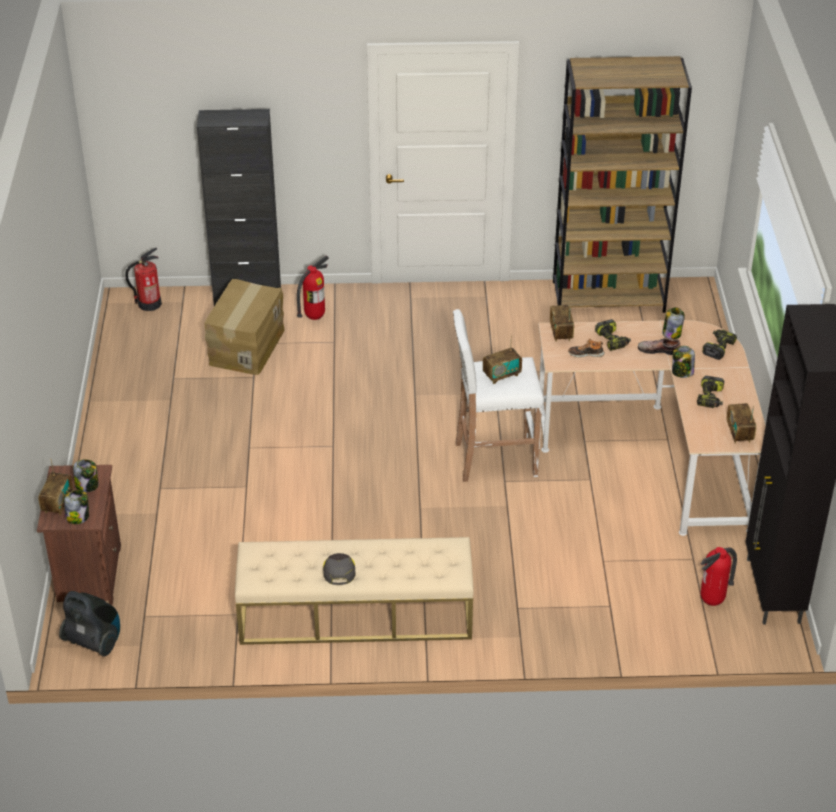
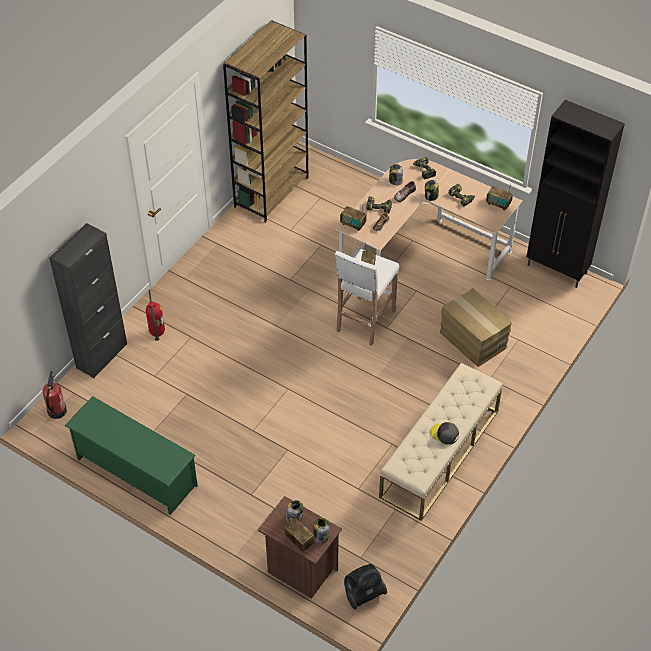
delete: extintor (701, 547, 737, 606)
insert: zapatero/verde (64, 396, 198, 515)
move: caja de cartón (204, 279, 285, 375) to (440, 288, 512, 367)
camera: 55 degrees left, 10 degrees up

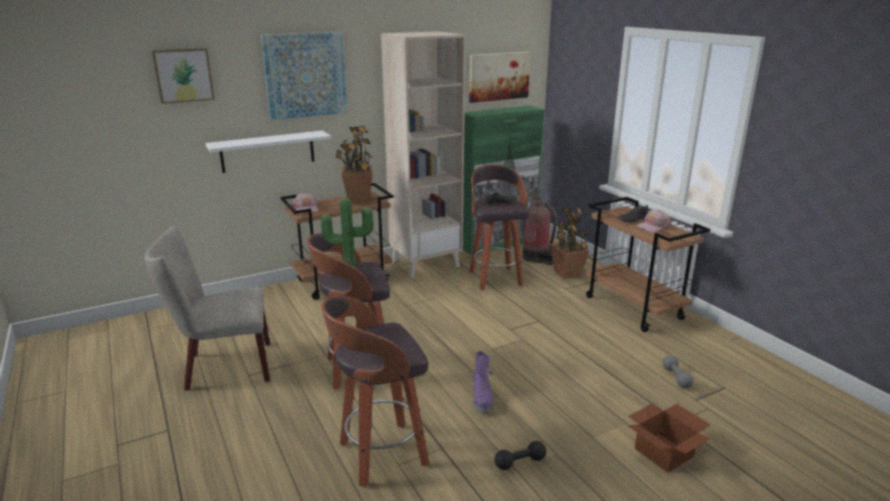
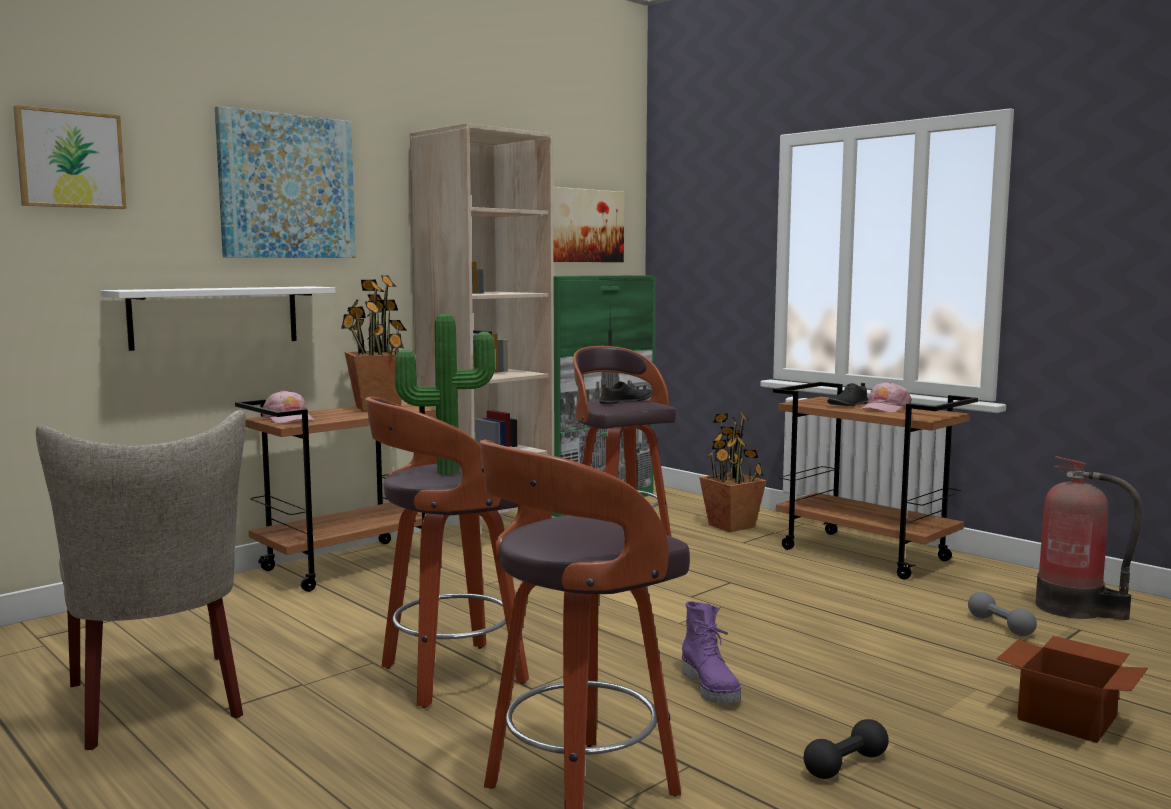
move: extintor (522, 193, 557, 265) to (1035, 456, 1142, 620)
rotate: silla/beis (145, 225, 270, 391) = (36, 410, 246, 750) 90 degrees counterclockwise
camera: 15 degrees left, 15 degrees down

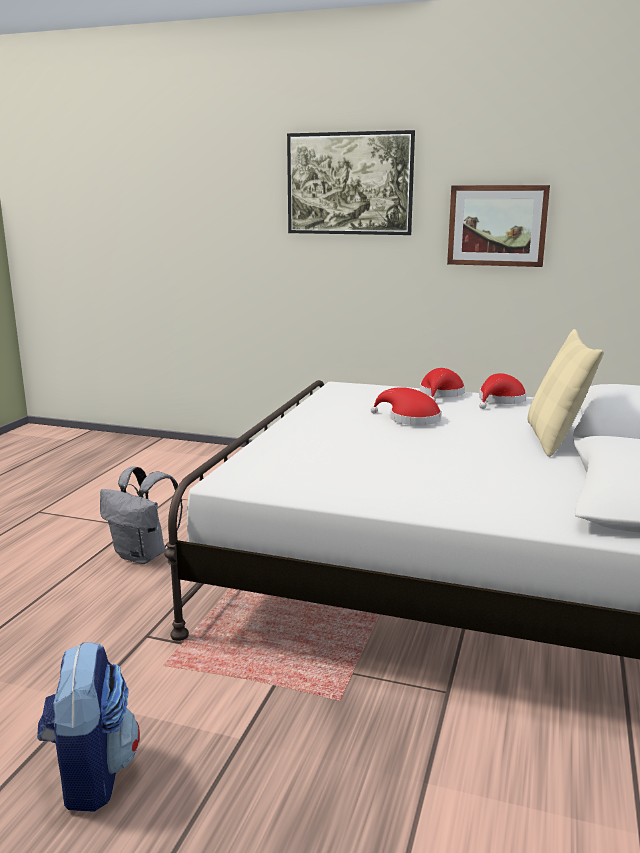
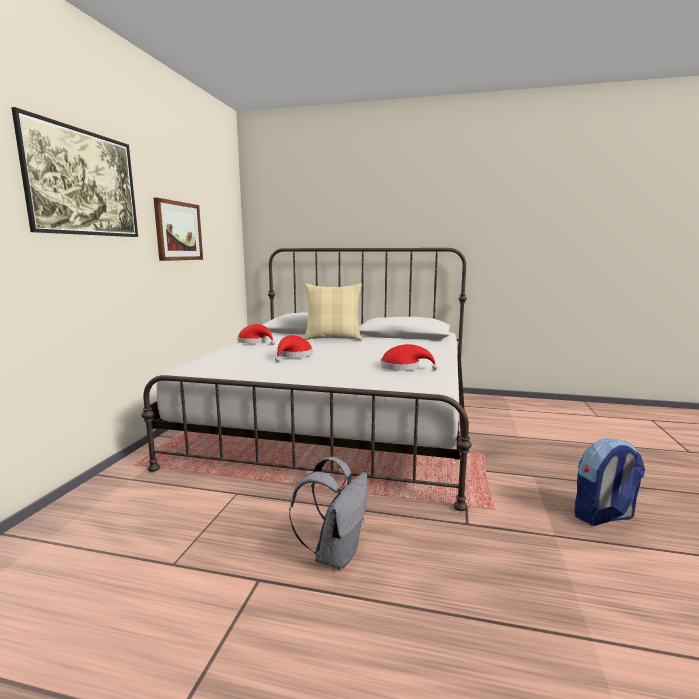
move: sombrero/rojo (420, 368, 465, 402) to (381, 344, 438, 371)
camera: 95 degrees left, 5 degrees down

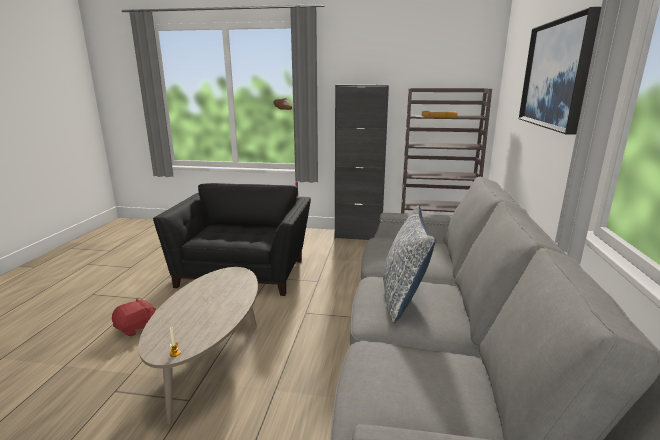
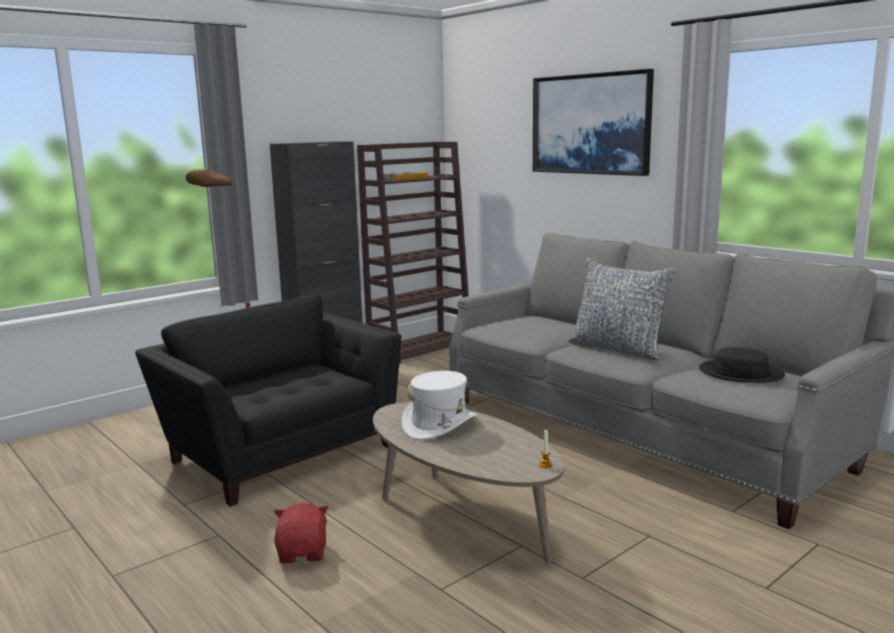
insert: sombrero/blanco (401, 371, 478, 440); sombrero/negro (699, 347, 785, 383)
camera: 50 degrees left, 5 degrees down

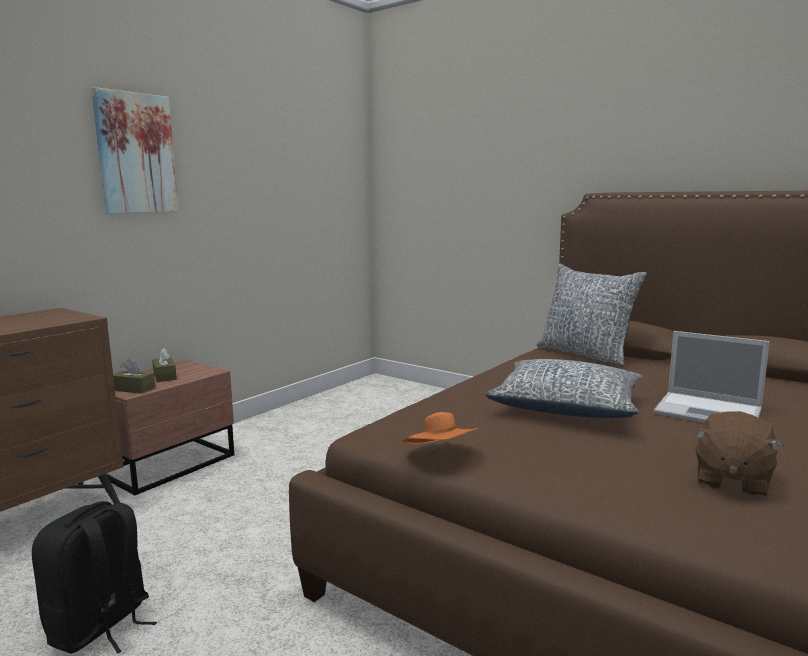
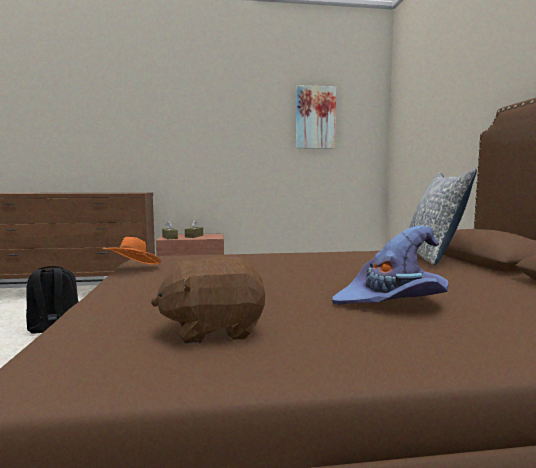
delete: cojín (486, 359, 643, 418)
move: cuadro (91, 87, 178, 214) to (296, 85, 336, 149)
replace: portátil (653, 331, 770, 423) to sombrero/morado (332, 225, 448, 305)
camera: 45 degrees right, 5 degrees down

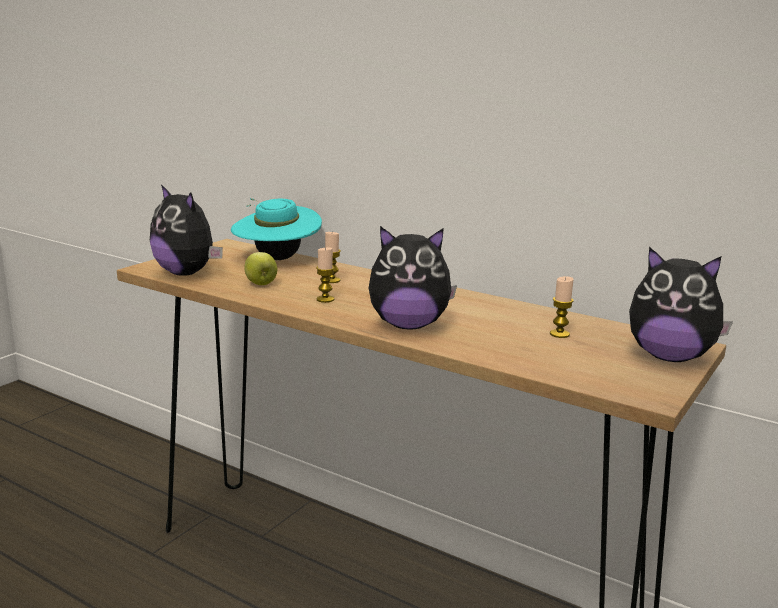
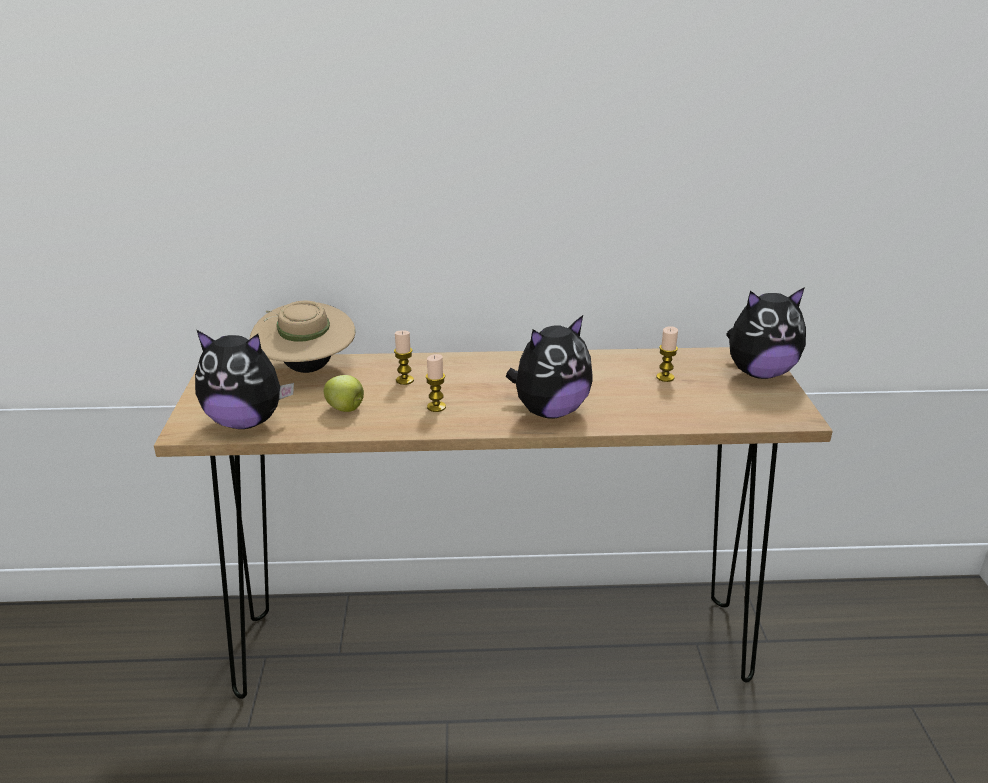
recolor: sombrero/turquesa (231, 198, 322, 260) to sombrero/beis (249, 301, 355, 373)
camera: 35 degrees left, 10 degrees up

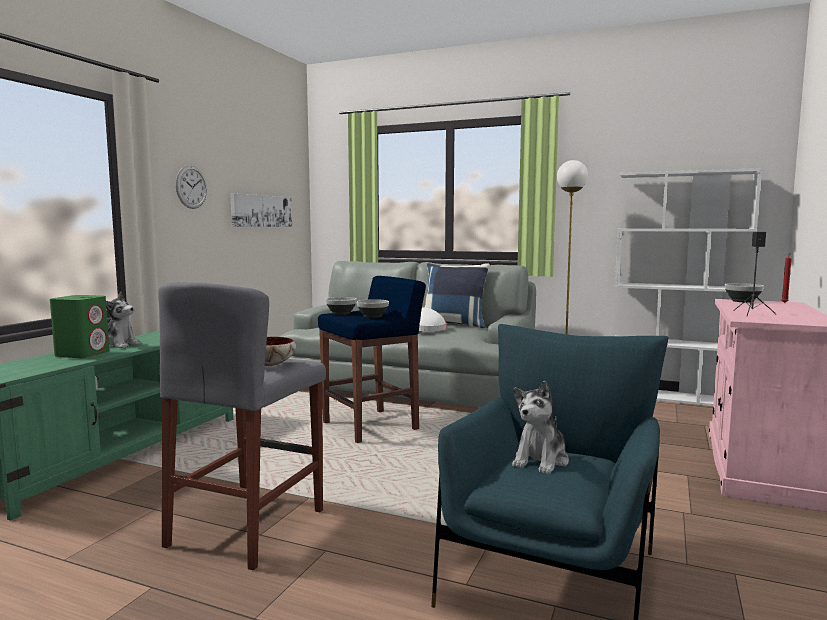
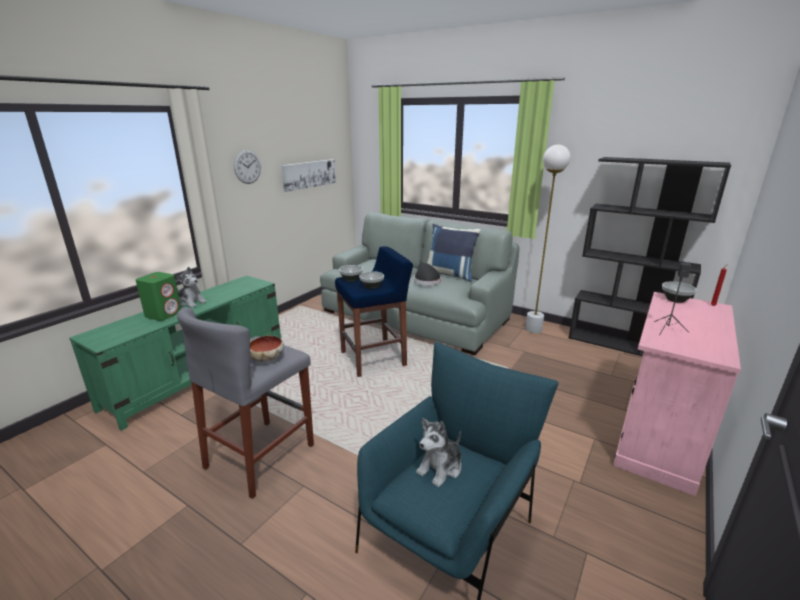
recolor: sombrero/blanco (419, 307, 447, 331) to sombrero/negro (414, 263, 441, 285); estantería/blanco (615, 168, 762, 406) to estantería/negro (568, 157, 731, 356)
camera: 10 degrees right, 15 degrees up

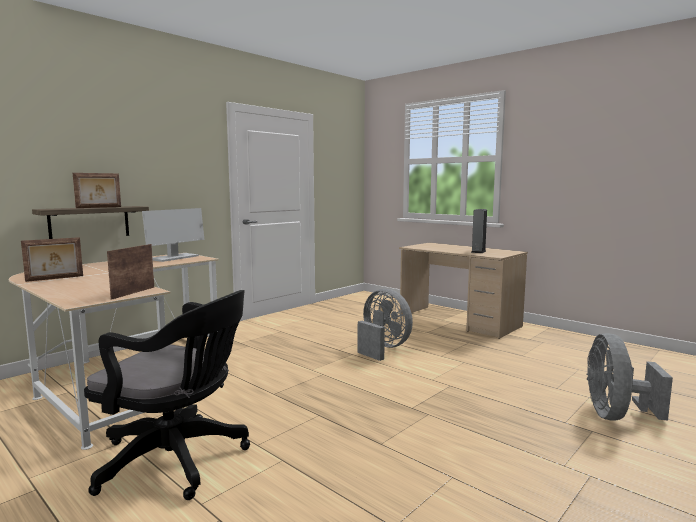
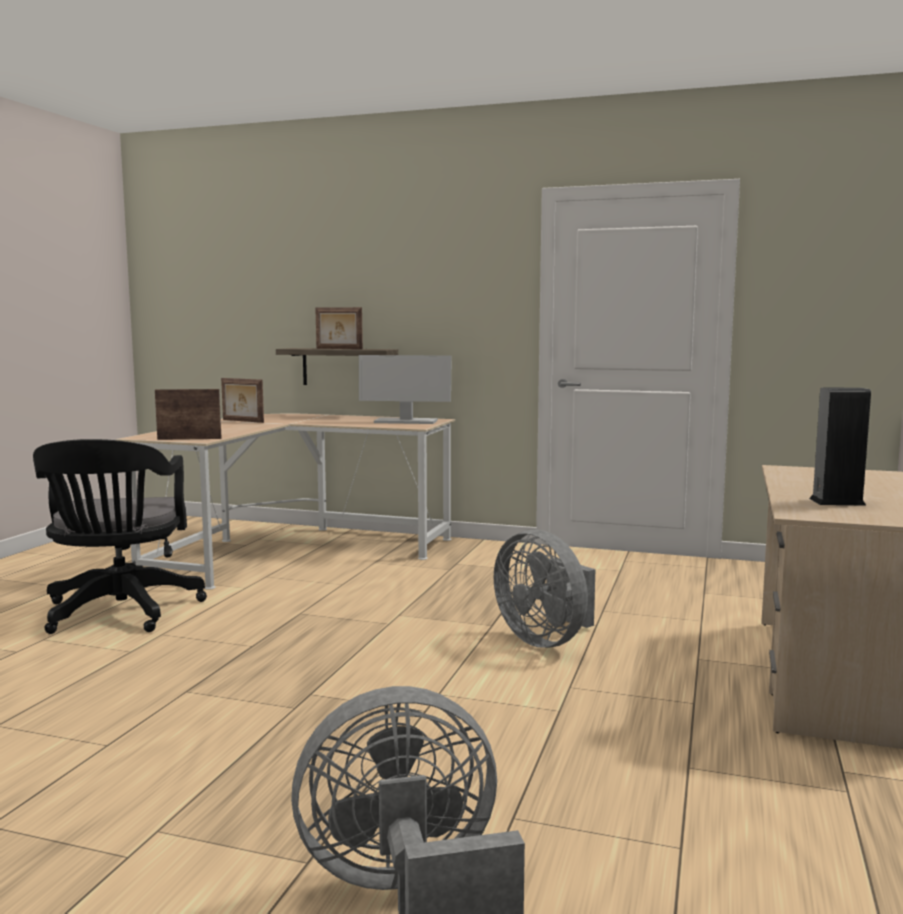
rotate: ventilador/gris (358, 289, 413, 361) = (494, 530, 595, 648) 120 degrees clockwise
camera: 65 degrees right, 0 degrees up

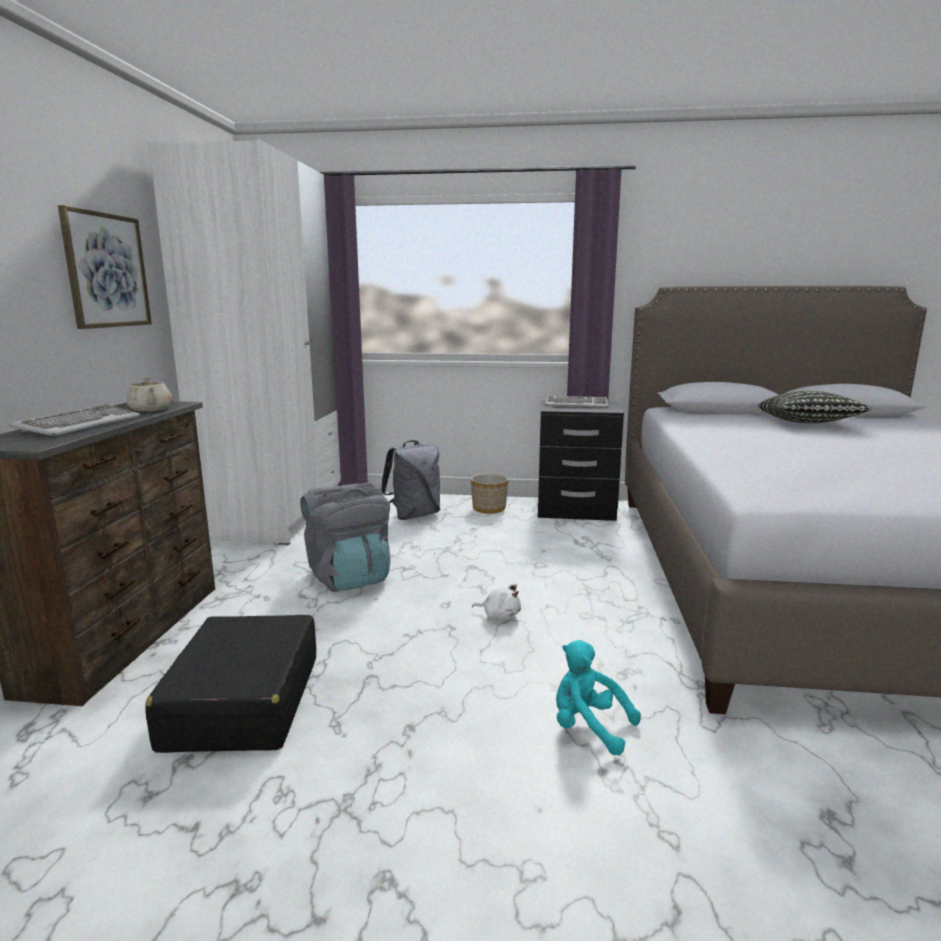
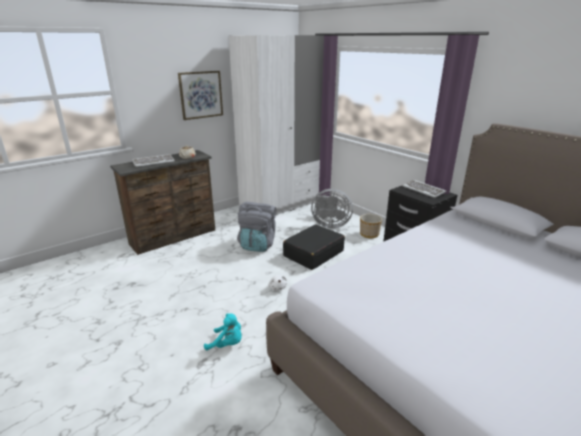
delete: cojín (758, 391, 872, 423)
move: maleta/negro (145, 615, 316, 753) to (283, 224, 345, 270)
replace: mochila/gris (381, 440, 440, 520) to ventilador/gris (311, 189, 353, 228)
rotate: peluche/turquesa (556, 640, 641, 755) = (204, 313, 242, 350) 120 degrees clockwise
camera: 45 degrees right, 10 degrees up

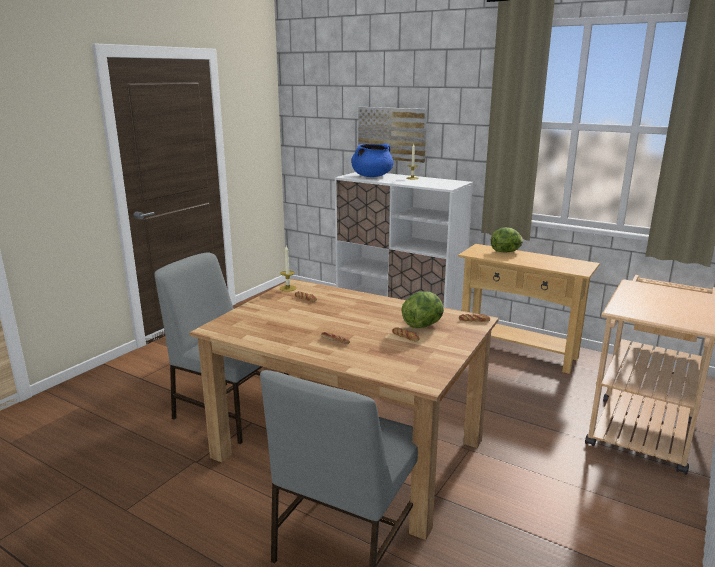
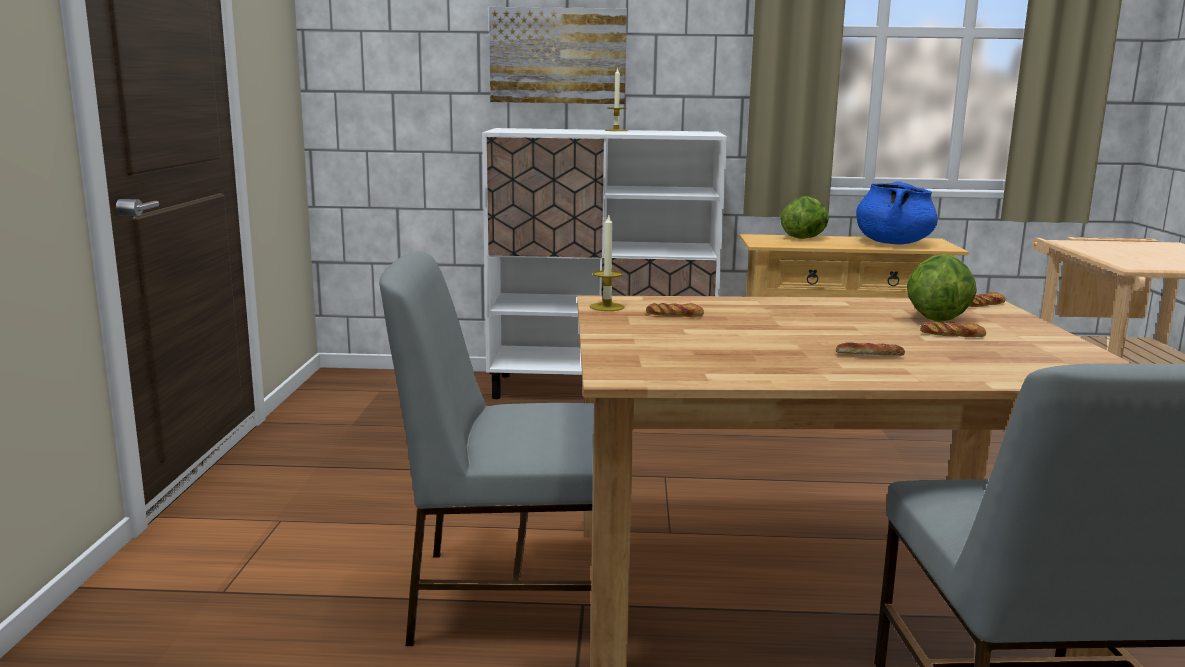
move: olla/azul (351, 143, 394, 177) to (856, 181, 938, 244)
camera: 30 degrees left, 5 degrees down

